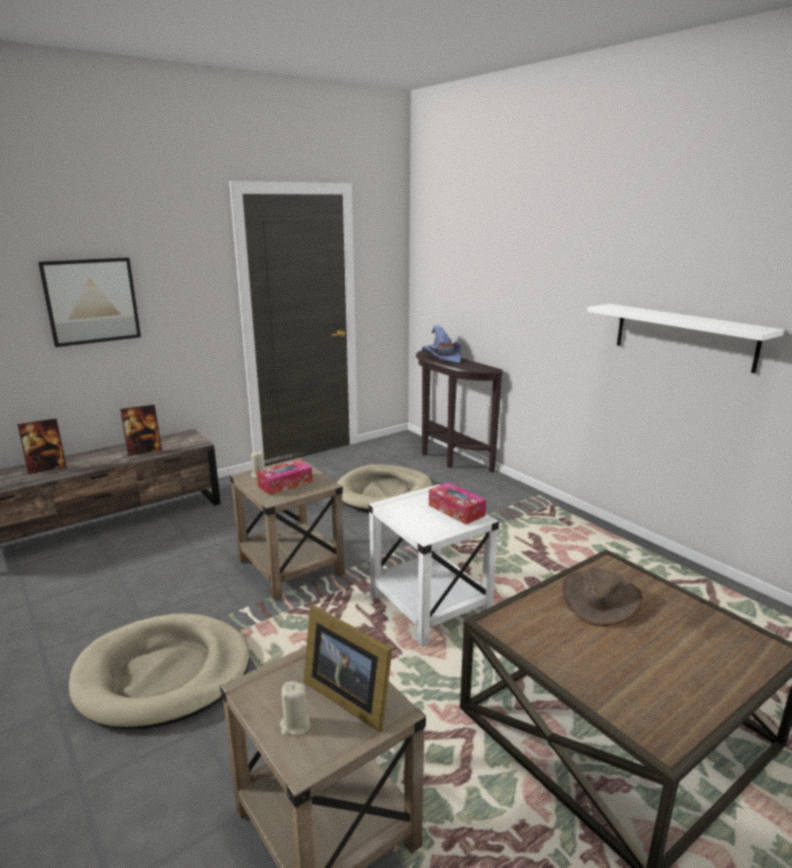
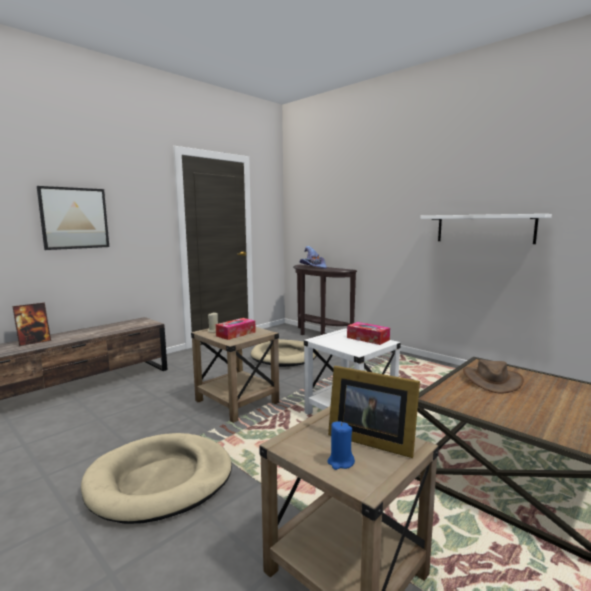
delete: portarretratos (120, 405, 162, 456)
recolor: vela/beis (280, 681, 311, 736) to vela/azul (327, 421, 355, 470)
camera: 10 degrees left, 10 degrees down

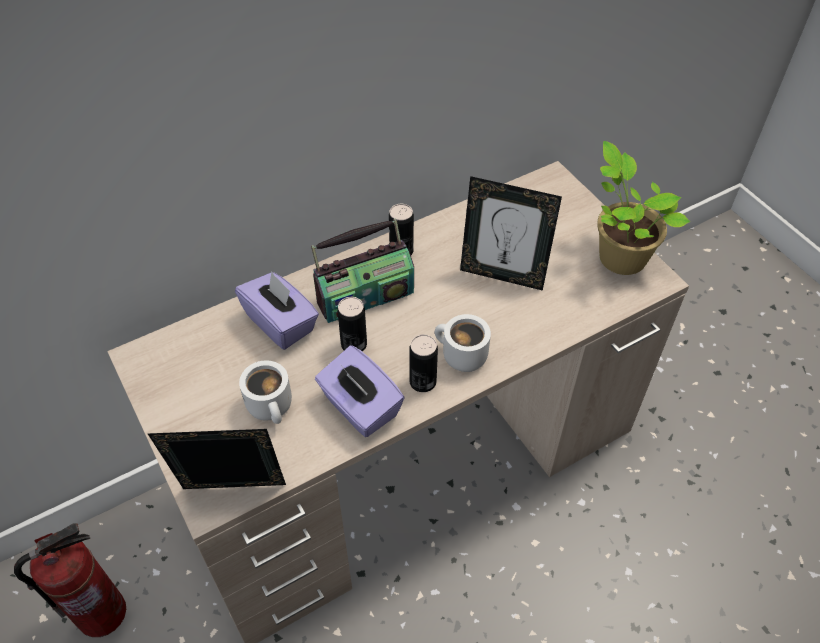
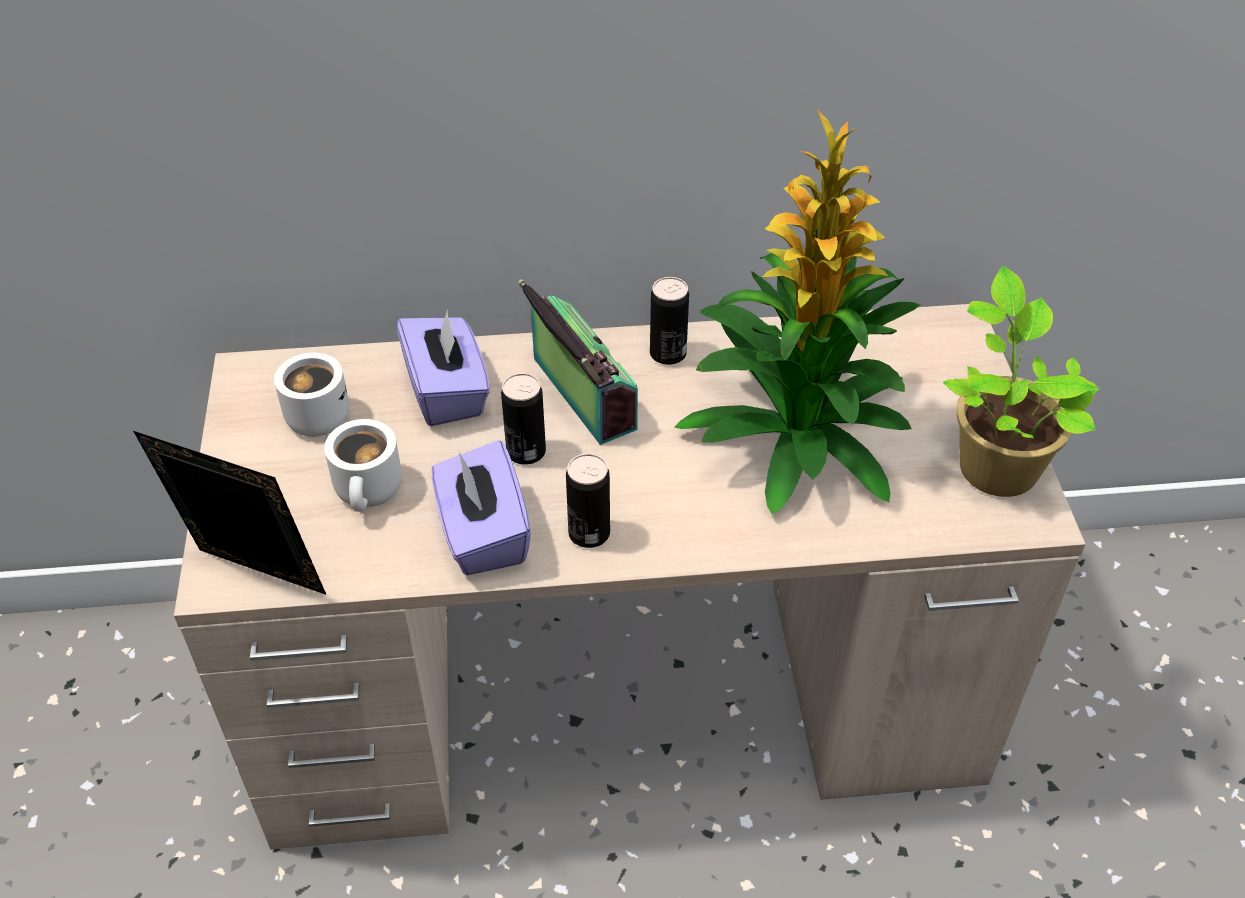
delete: extintor (14, 523, 126, 637)
move: taza grande/blanco (435, 314, 491, 372) to (274, 353, 349, 437)
replace: portarretratos (460, 176, 562, 291) to planta en maceta (674, 109, 920, 515)
rotate: radio (311, 218, 414, 323) = (518, 279, 638, 445) 120 degrees counterclockwise
camera: 25 degrees right, 5 degrees down

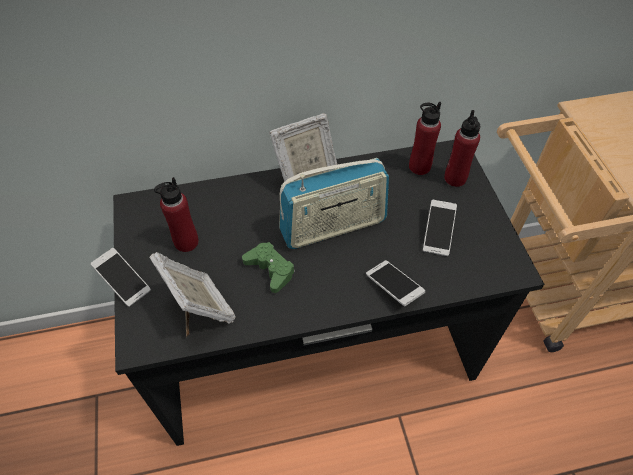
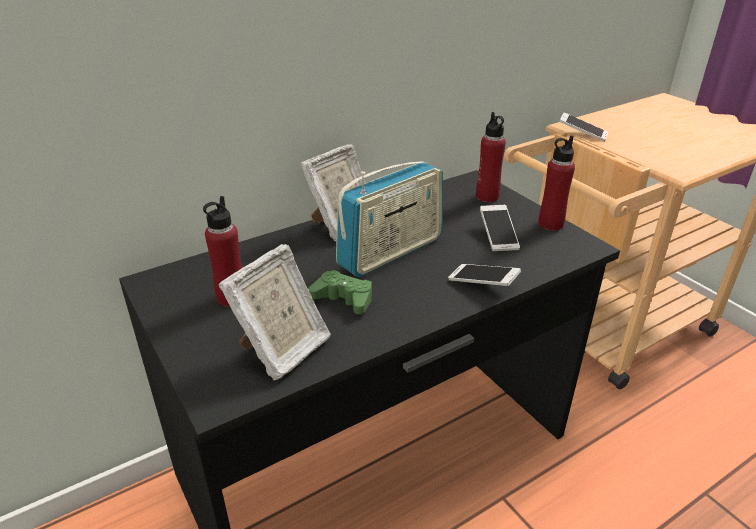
move: botella/rojo (409, 102, 441, 175) to (538, 136, 575, 231); móvil (91, 248, 151, 307) to (559, 113, 608, 142)
rotate: portarretratos (149, 252, 236, 337) = (219, 244, 331, 380) 90 degrees clockwise
camera: 20 degrees left, 20 degrees down

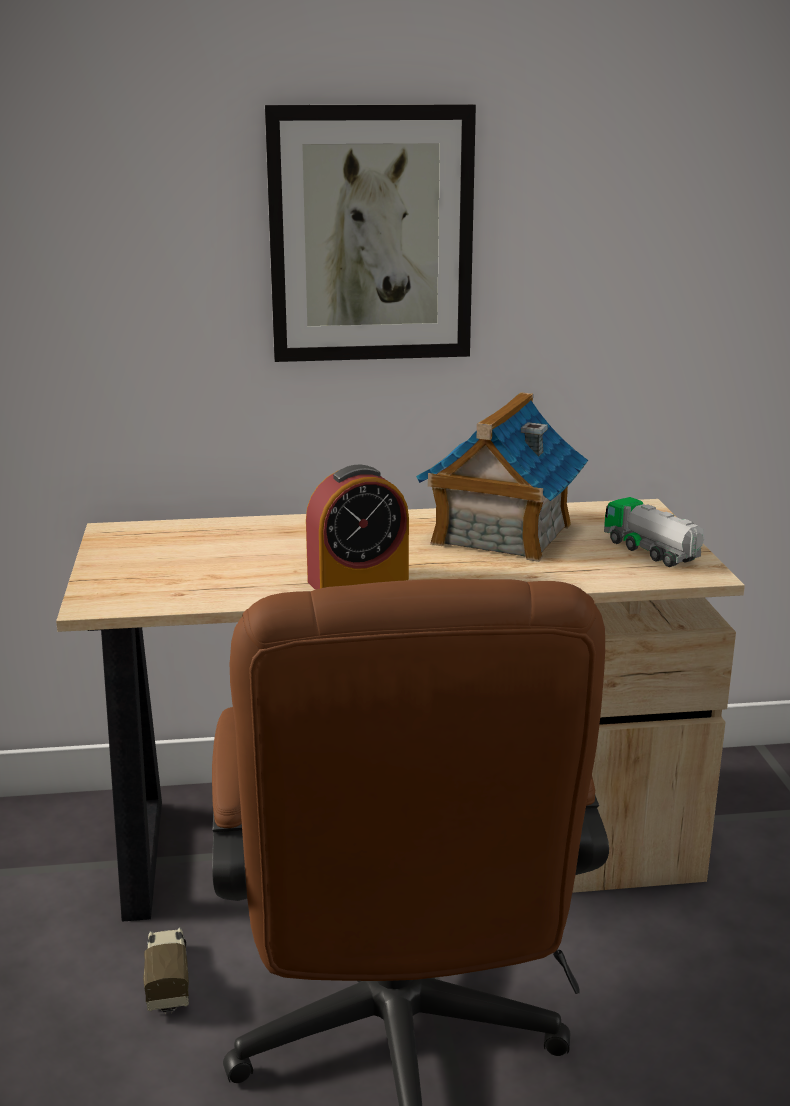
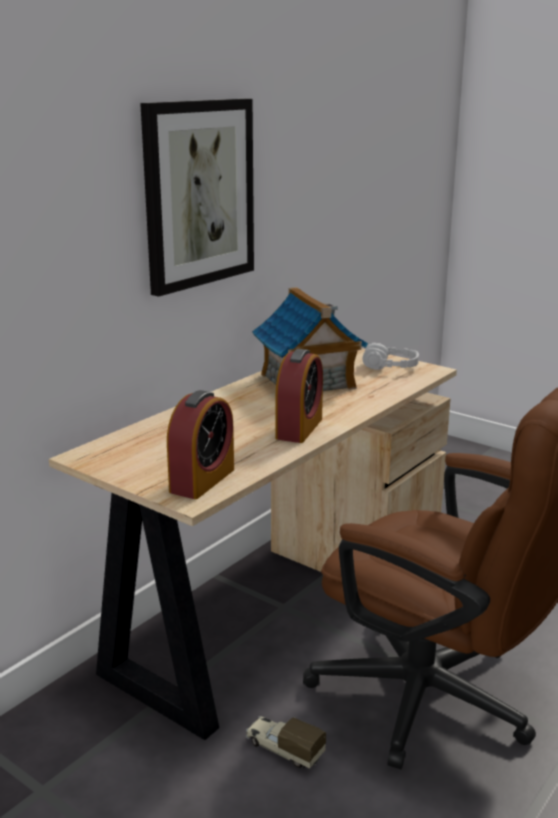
insert: despertador (167, 390, 234, 499)
replace: camión de juguete (604, 497, 705, 567) to auriculares/gris (362, 343, 419, 370)
camera: 45 degrees left, 0 degrees up

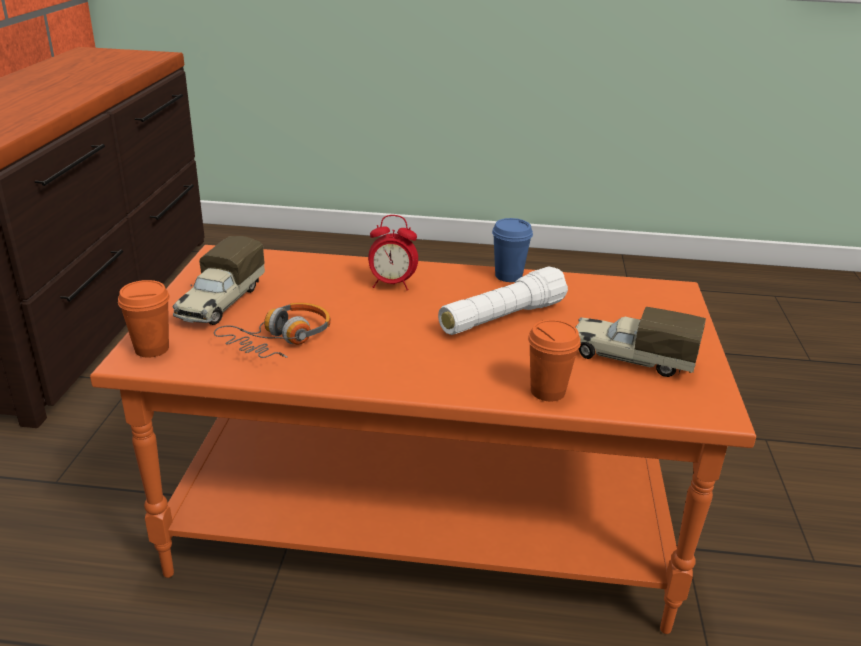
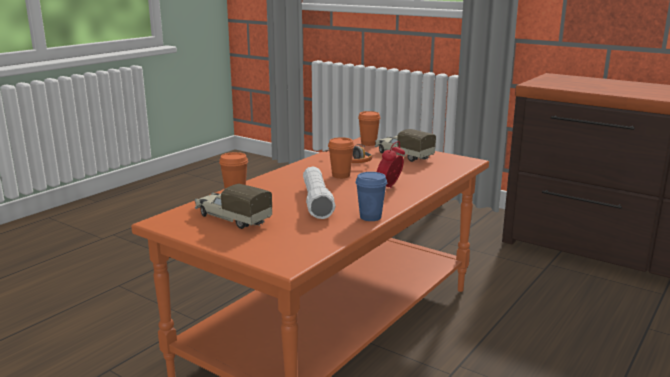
insert: taza/naranja (328, 137, 355, 179)
rotate: camión de juguete (576, 307, 706, 377) = (195, 184, 272, 229) 105 degrees counterclockwise
camera: 120 degrees right, 10 degrees down

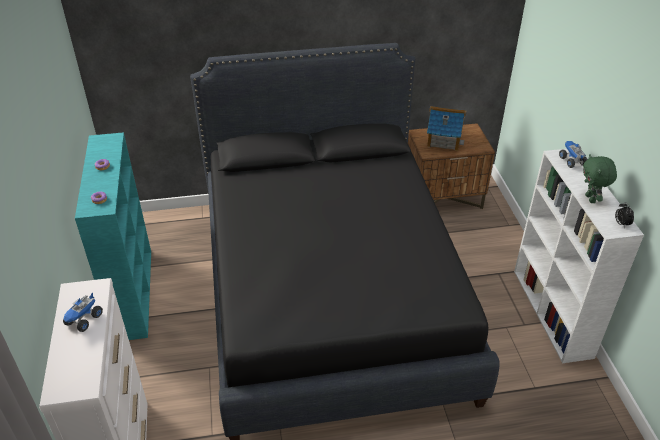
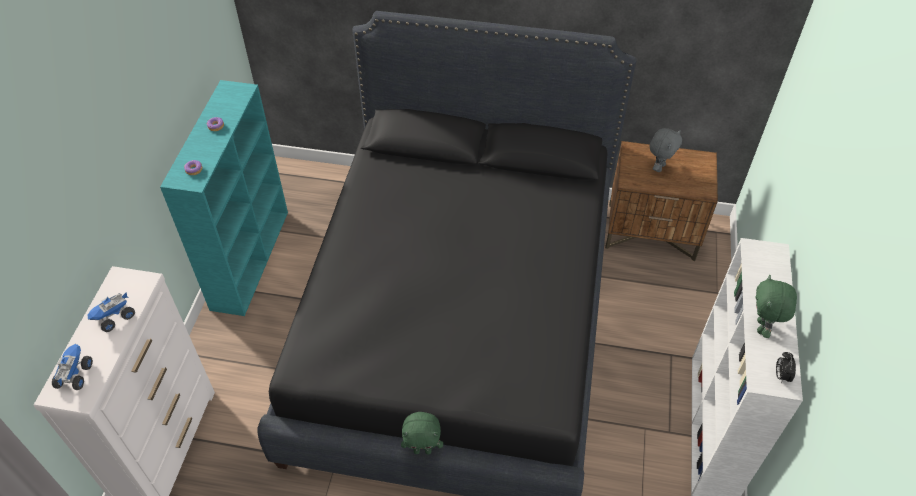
insert: peluche/verde (401, 412, 443, 454)
move: camión de juguete (559, 141, 588, 168) to (52, 344, 93, 390)
replace: casita (427, 106, 467, 151) to peluche/gris (650, 128, 682, 172)
camera: 20 degrees right, 10 degrees up

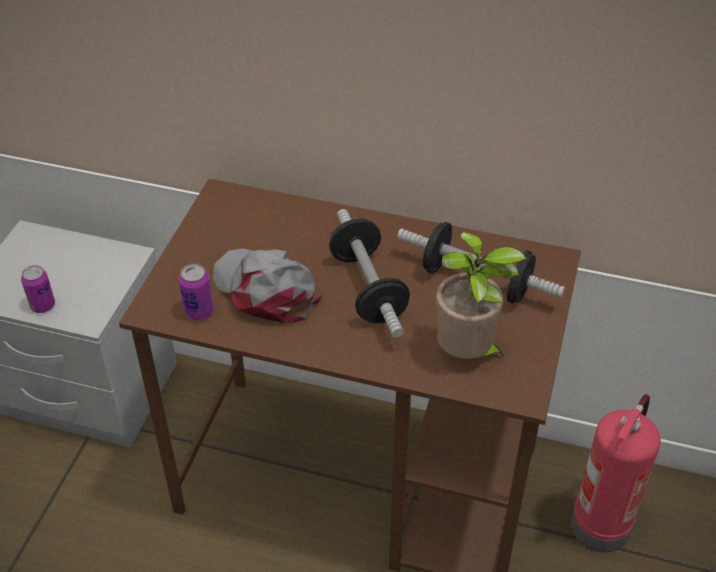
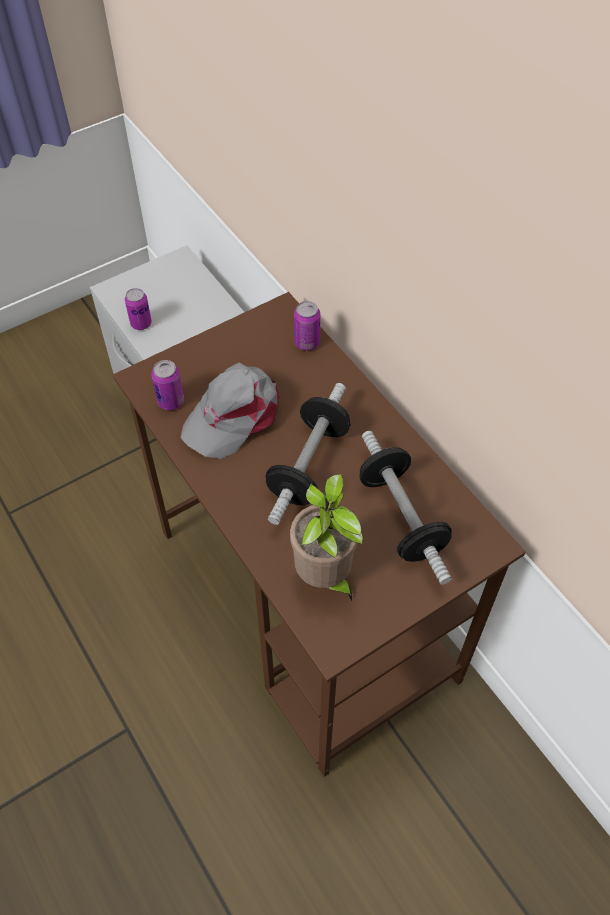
delete: extintor (571, 394, 661, 553)
insert: lata (294, 301, 320, 351)
rotate: gorra/gris (213, 248, 323, 324) = (180, 363, 280, 459) 135 degrees counterclockwise
camera: 40 degrees right, 10 degrees up

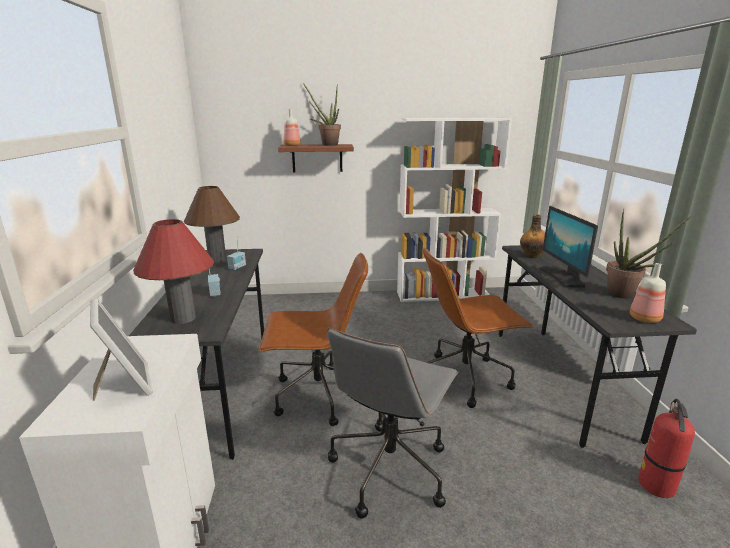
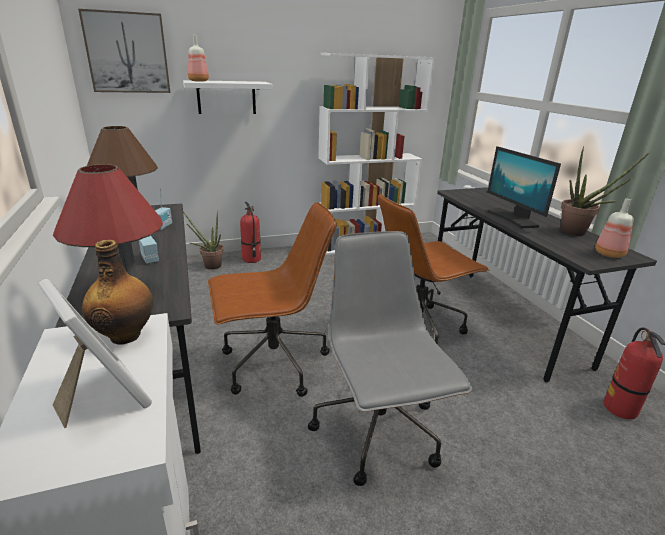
insert: cuadro (78, 9, 170, 93); extintor (240, 202, 261, 263)
move: botella (520, 214, 545, 259) to (82, 240, 153, 345); planta en maceta (303, 83, 341, 146) to (183, 211, 224, 270)
recolor: estante/marrón (278, 144, 354, 172) to estante/blanco (183, 80, 273, 114)
rotate: silla de oficina/gris (327, 328, 459, 519) = (308, 231, 472, 486) 150 degrees clockwise
camera: 15 degrees left, 5 degrees up

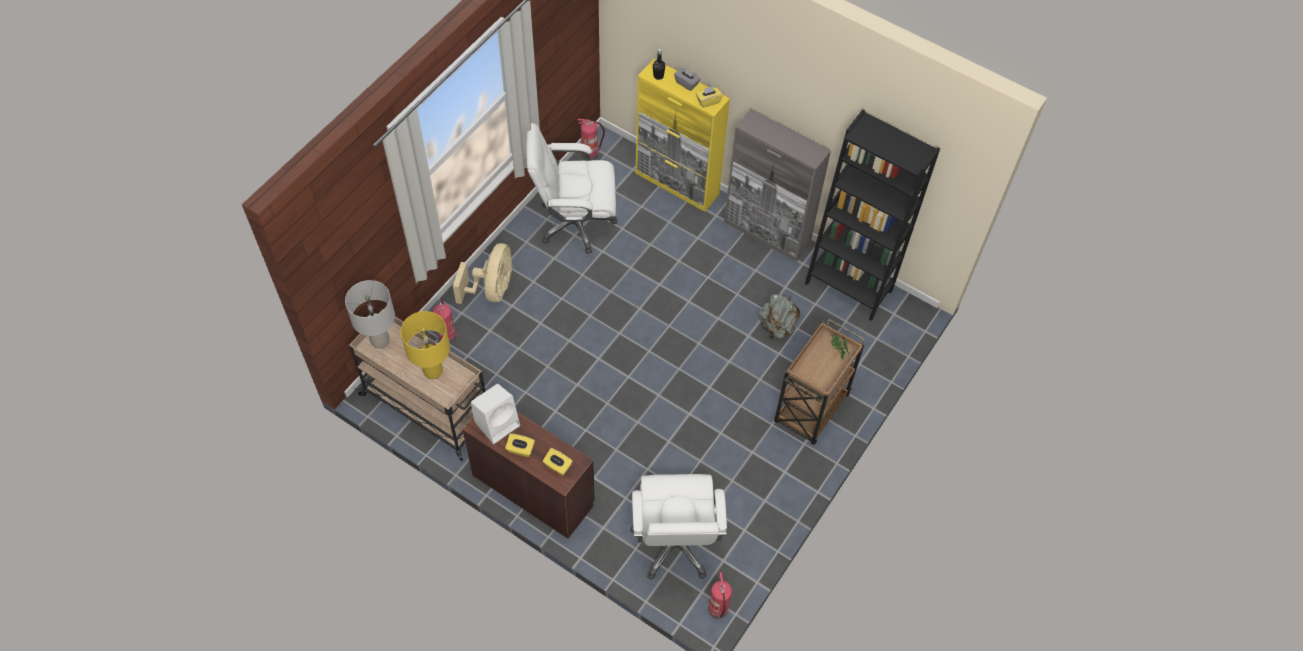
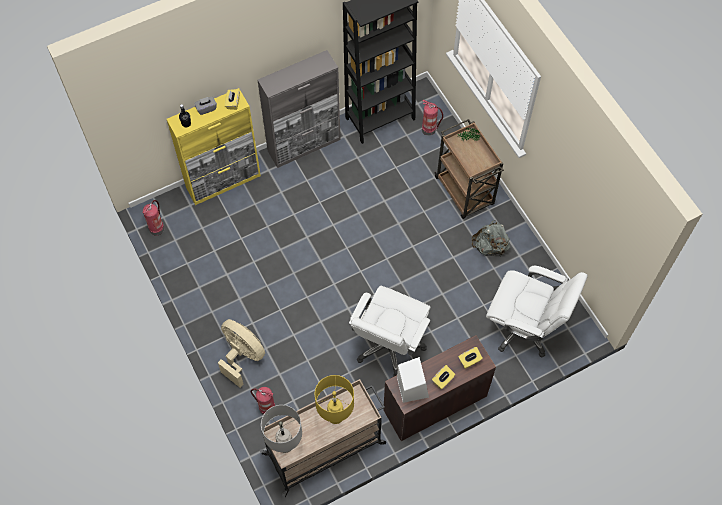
move: silla de oficina/blanco (526, 123, 617, 254) to (348, 286, 431, 376); extintor (708, 572, 732, 619) to (422, 100, 443, 136); mochila/gris (759, 293, 800, 339) to (472, 220, 510, 257)
camera: 60 degrees left, 5 degrees up

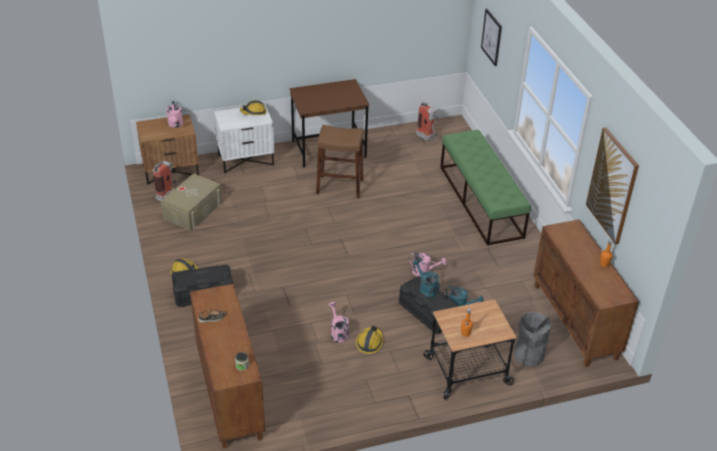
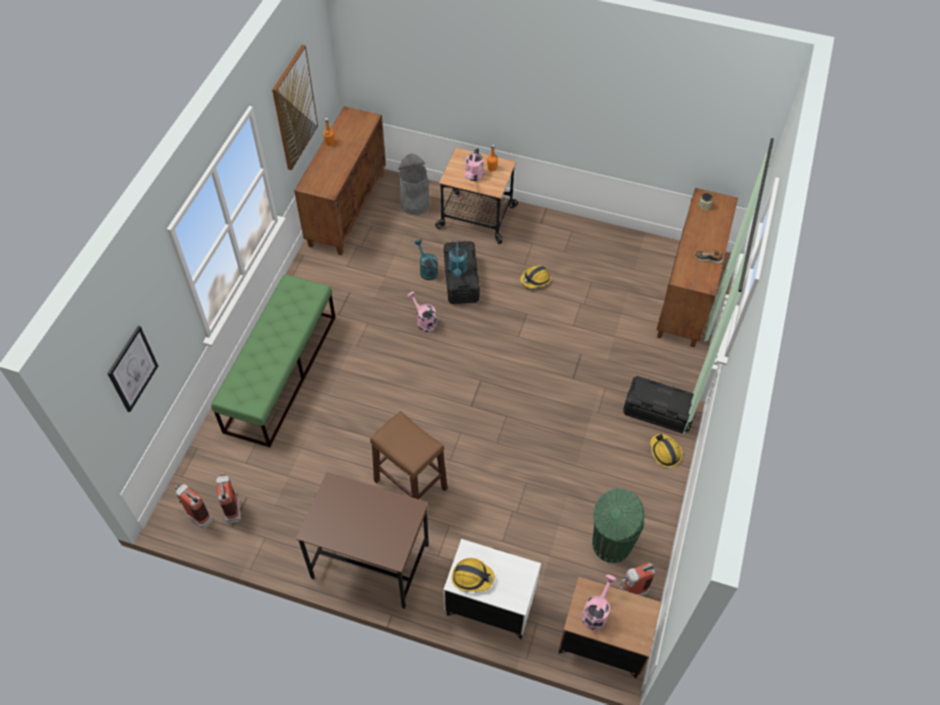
insert: extintor (175, 484, 213, 529)
move: regadera/rosa (329, 302, 349, 343) to (464, 148, 484, 181)
replace: caja de almacenaje/beis (161, 173, 222, 231) to papelera/verde (592, 488, 644, 563)
camera: 145 degrees left, 15 degrees up

